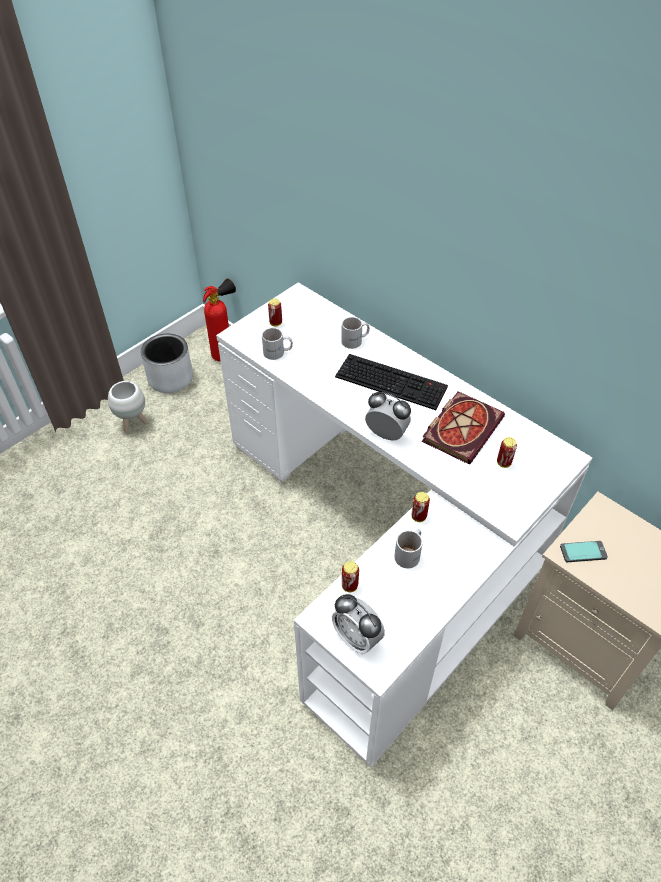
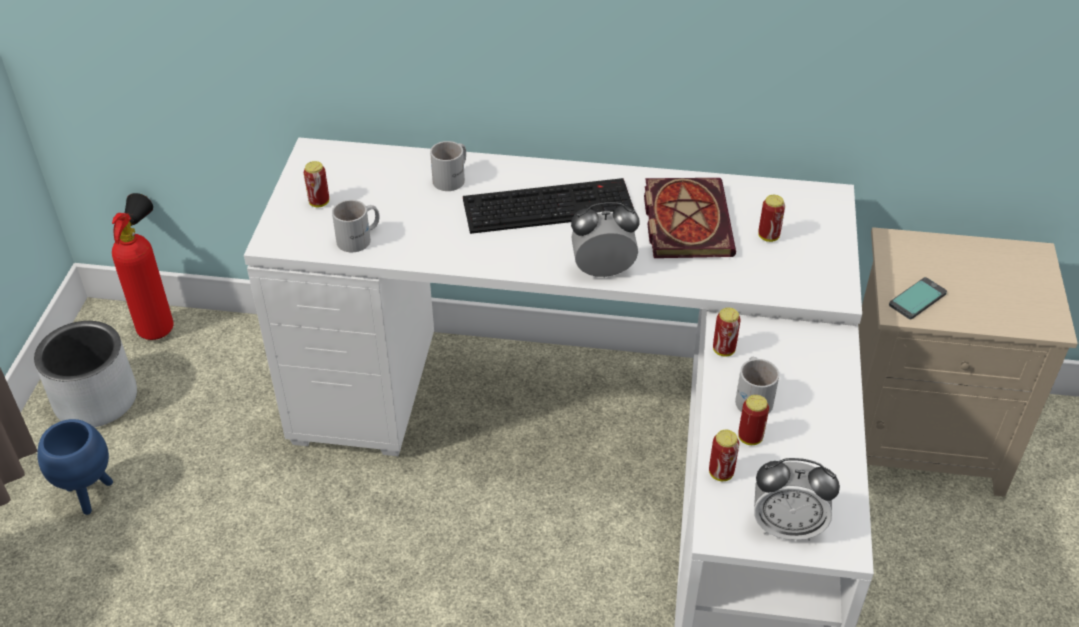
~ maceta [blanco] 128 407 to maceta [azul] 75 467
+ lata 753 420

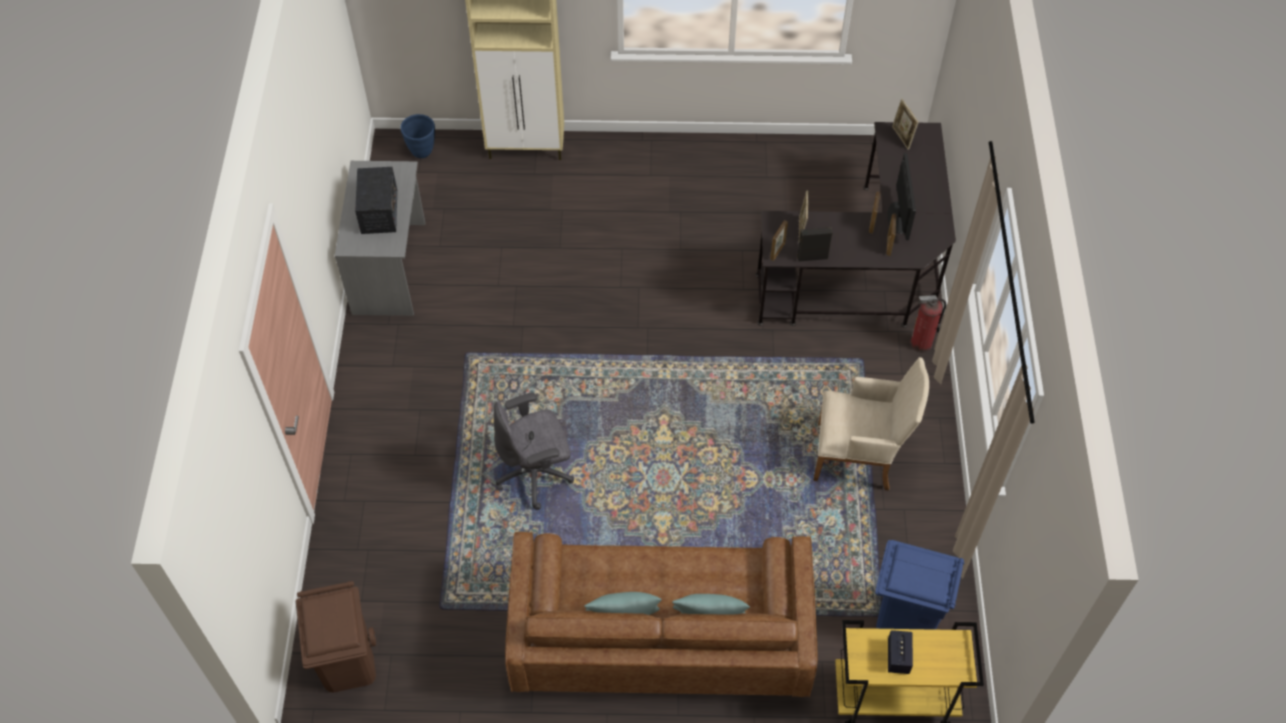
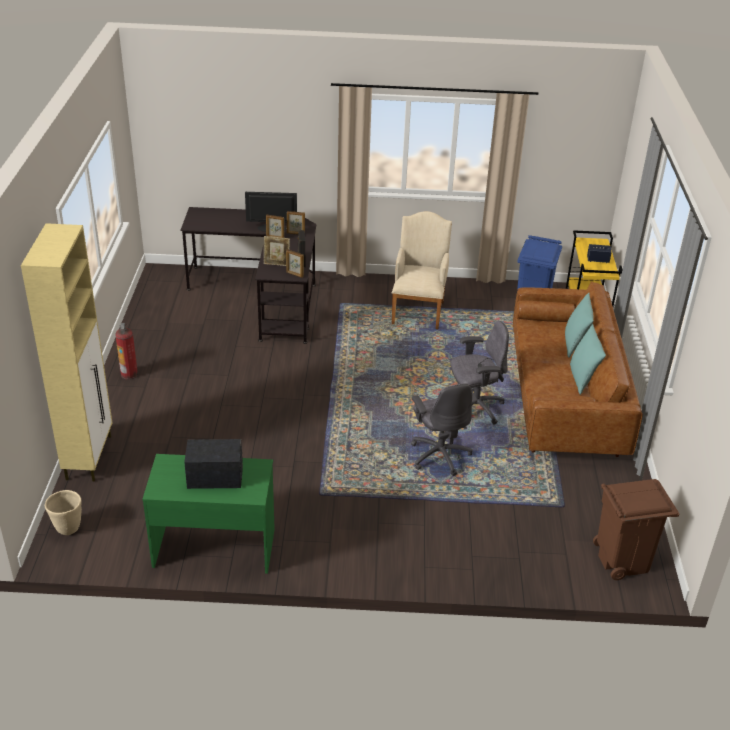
~ escritorio [gris] 380 238 to escritorio [verde] 208 514
~ maceta [azul] 418 136 to maceta [beis] 63 512
- portarretratos 905 124
~ extintor 928 324 to 126 351
+ silla de oficina [gris] 479 373

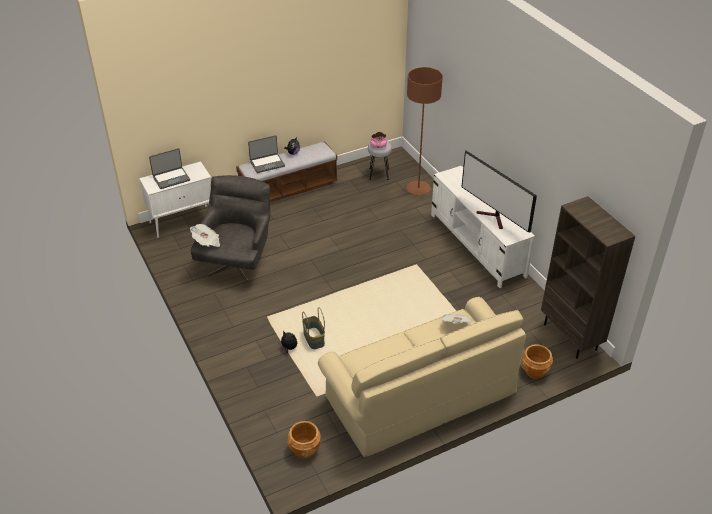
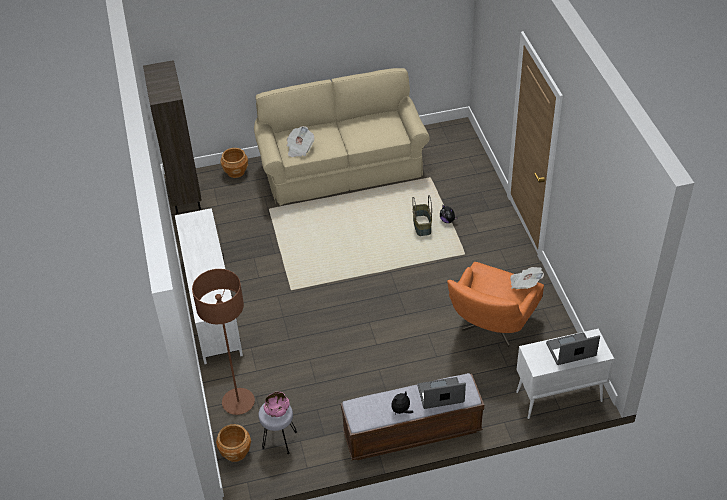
~ sillón [gris] 230 228 to sillón [naranja] 495 304
~ maceta [marrón] 304 440 to 233 443
- televisor 499 192

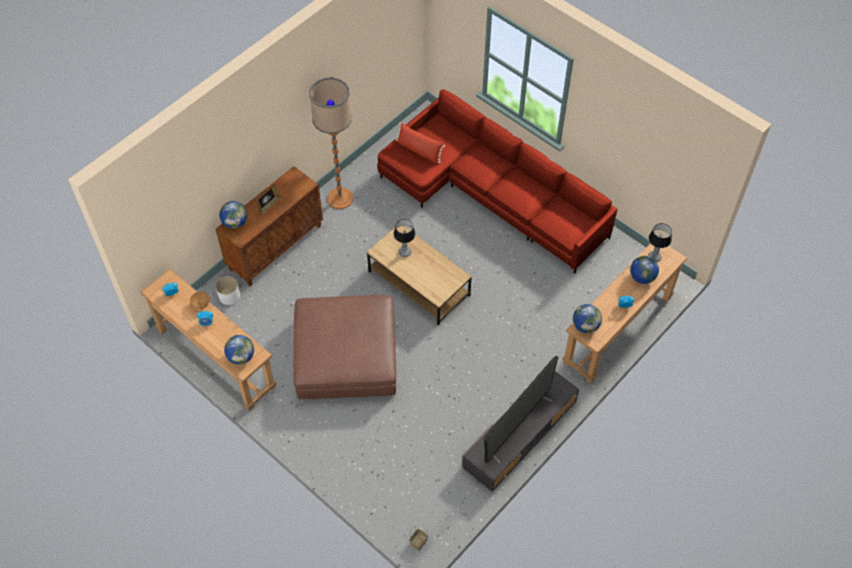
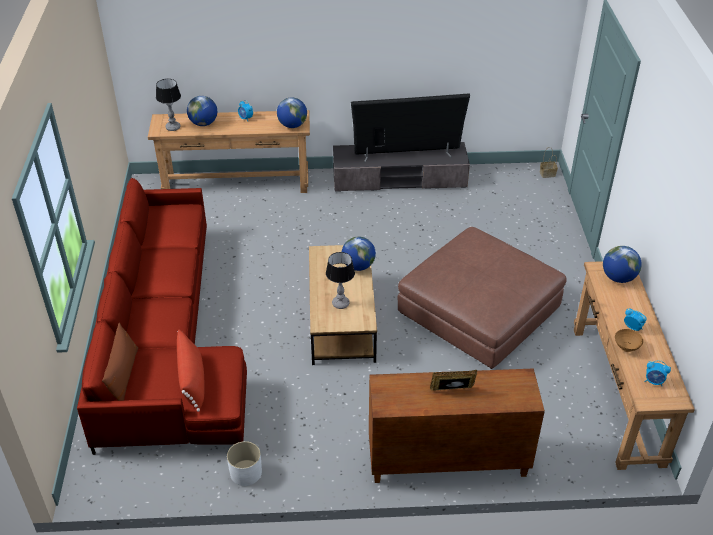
~ maceta [blanco] 227 290 to 244 463
~ globo terráqueo 233 215 to 359 254
- lámpara de pie 331 143
+ cojín [marrón] 120 362

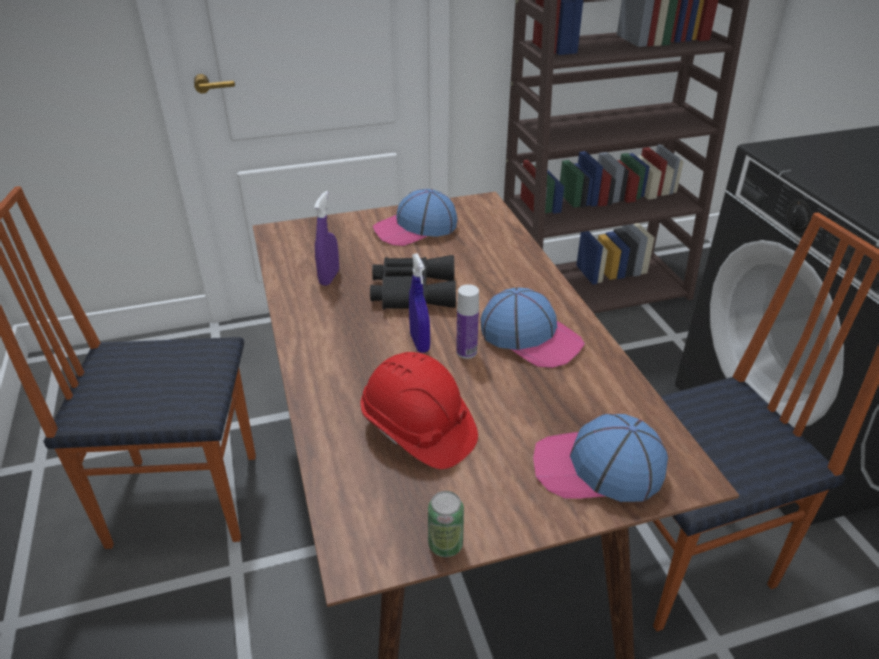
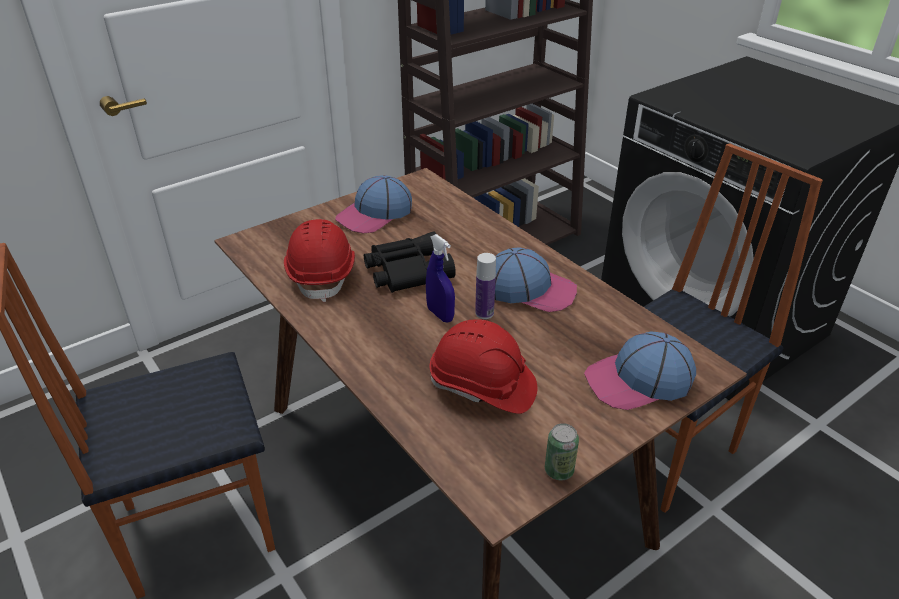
~ pulverizador [morado] 326 238 to casco [rojo] 319 260

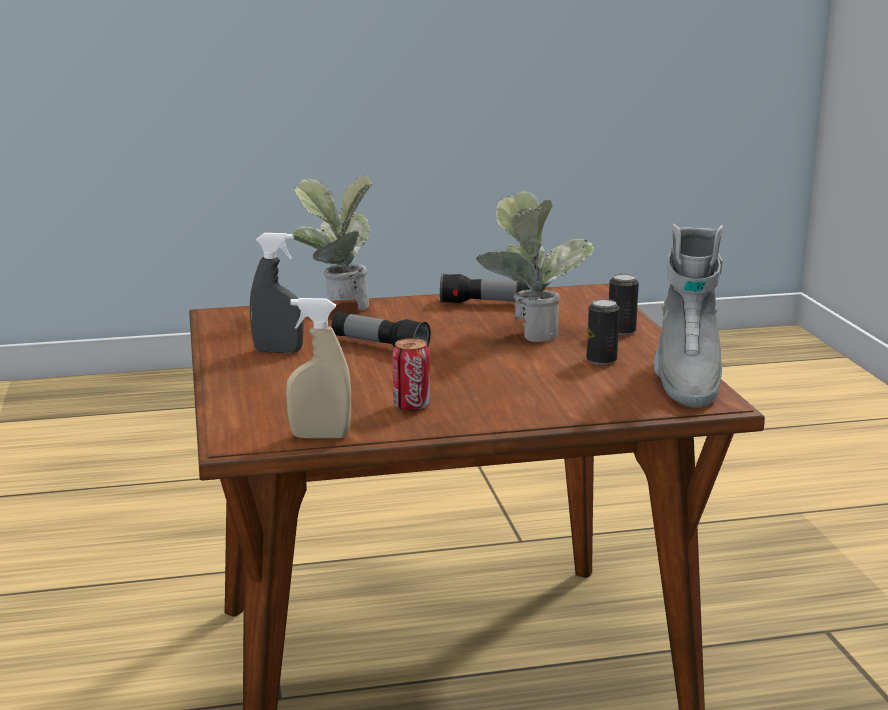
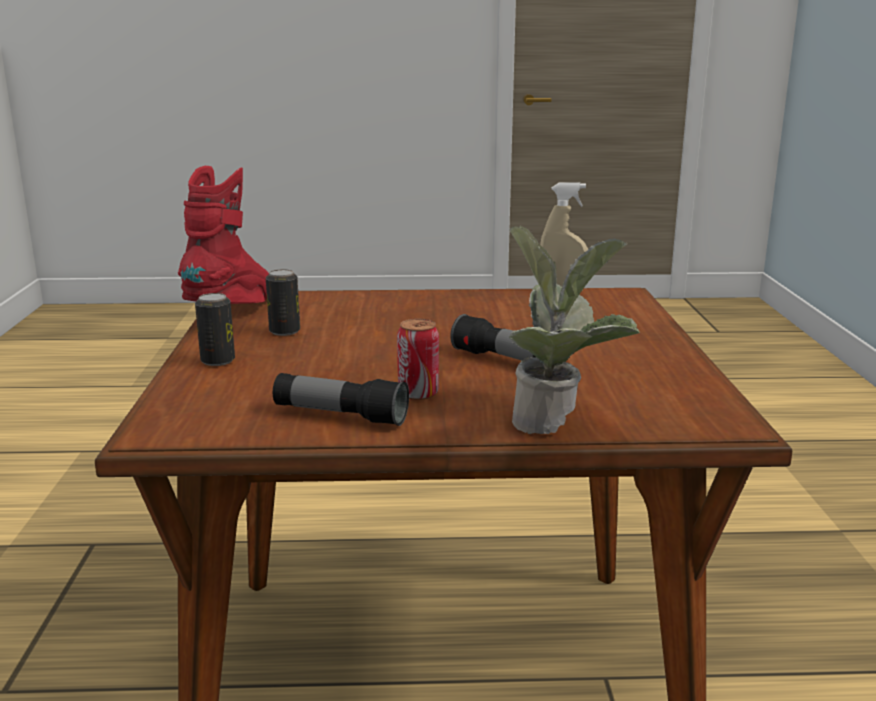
- pulverizador [gris] 277 293
~ lata 411 375 to 418 359
- planta en maceta 535 266
~ bota [gris] 688 316 to bota [rojo] 223 235

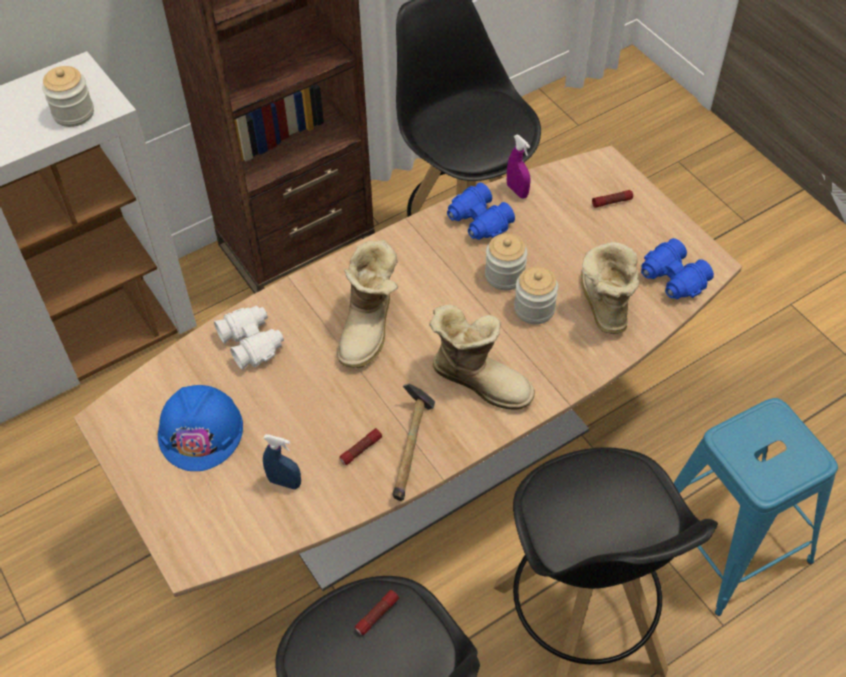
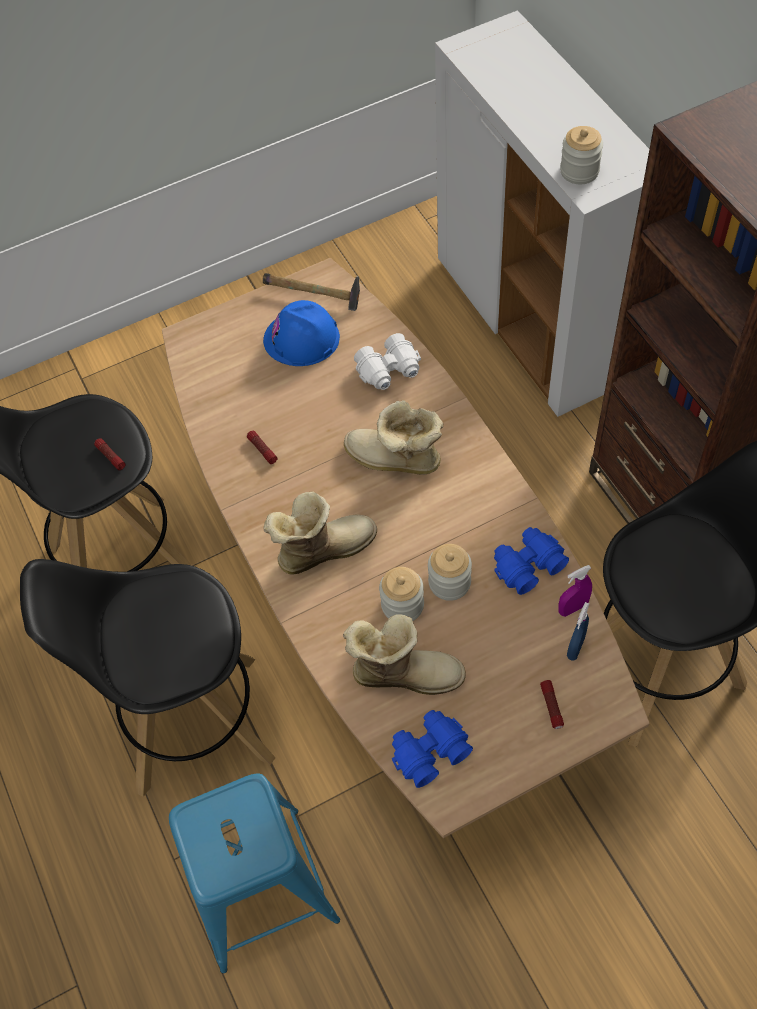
~ pulverizador [azul] 282 461 to 578 631
~ martillo 413 442 to 311 292
~ bota 482 356 = 320 533 150 degrees counterclockwise

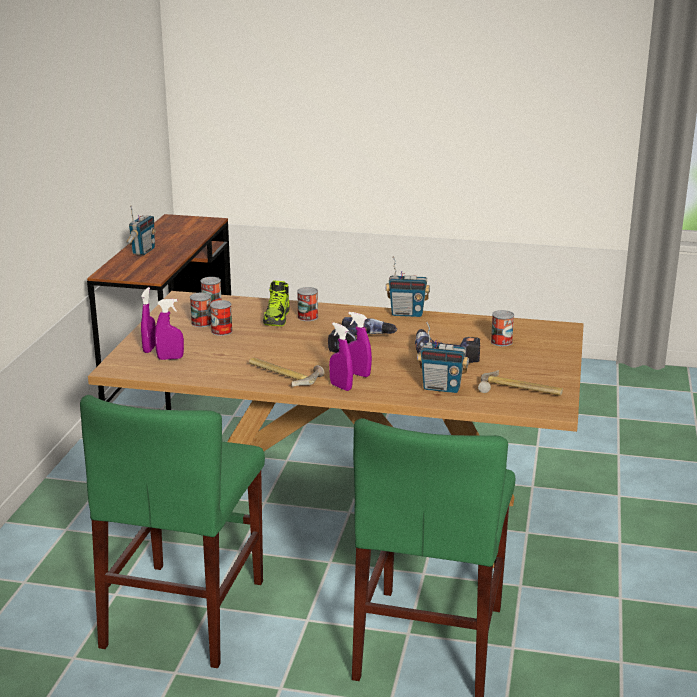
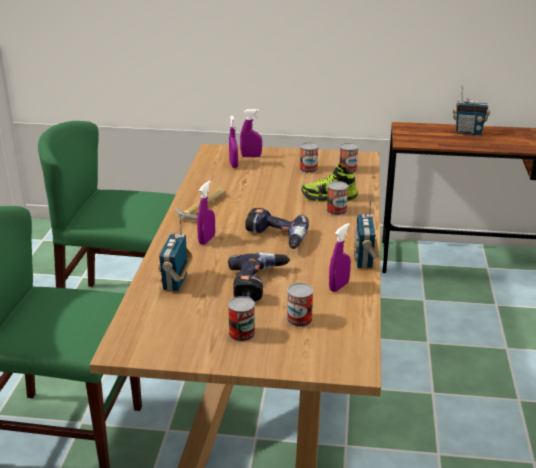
~ lata 221 318 to 241 319
~ pulverizador [morado] 341 356 to 340 257
- martillo 520 382

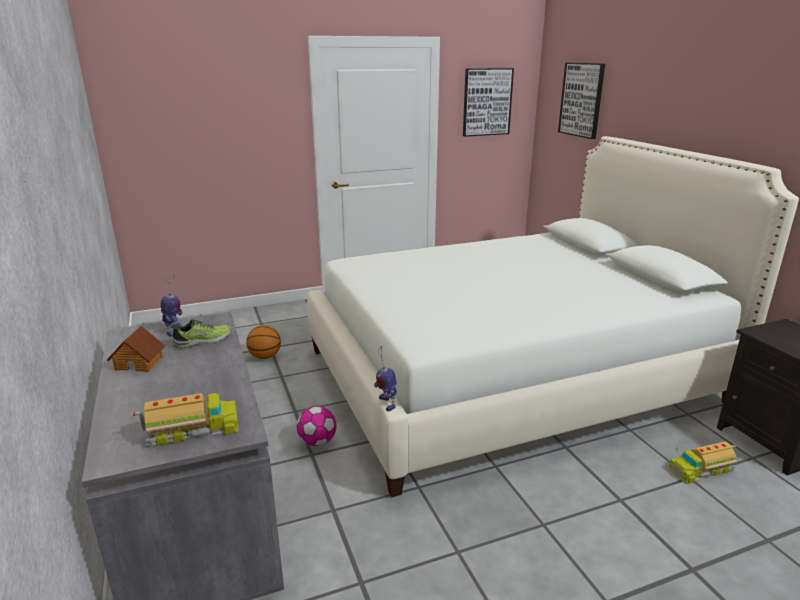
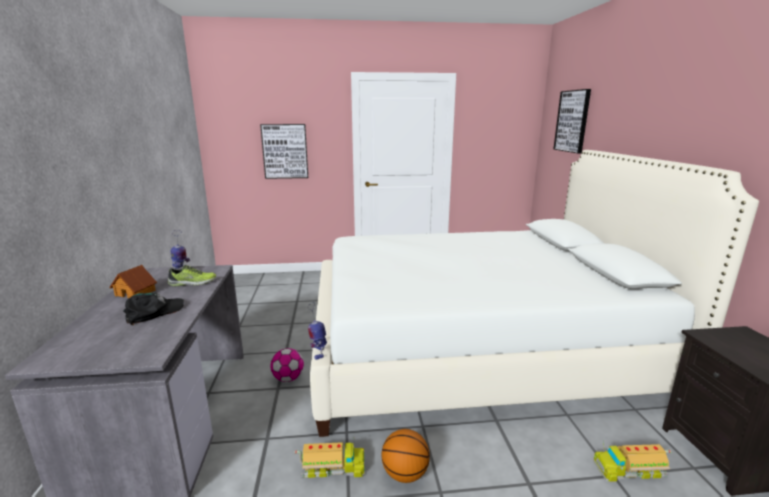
~ camión de juguete 185 418 to 329 458
~ balón de baloncesto 263 342 to 406 456
~ cuadro 488 102 to 284 151
+ gorra [negro] 153 309

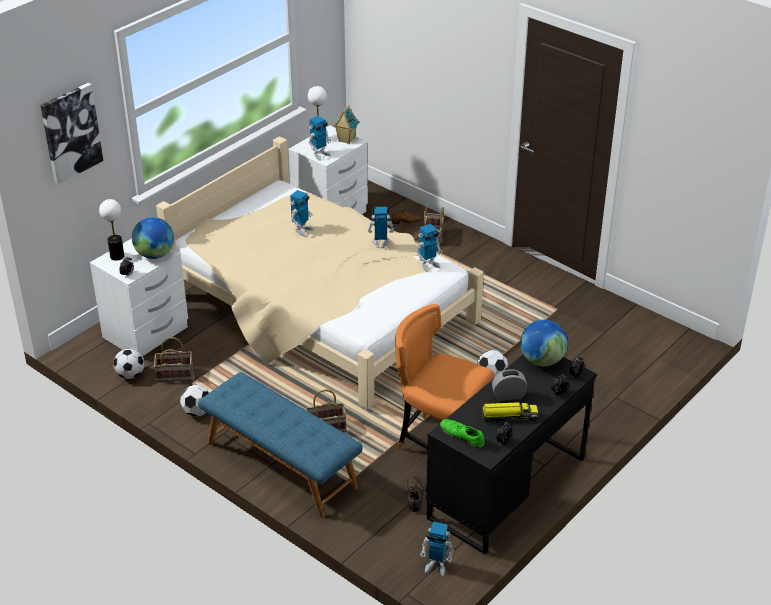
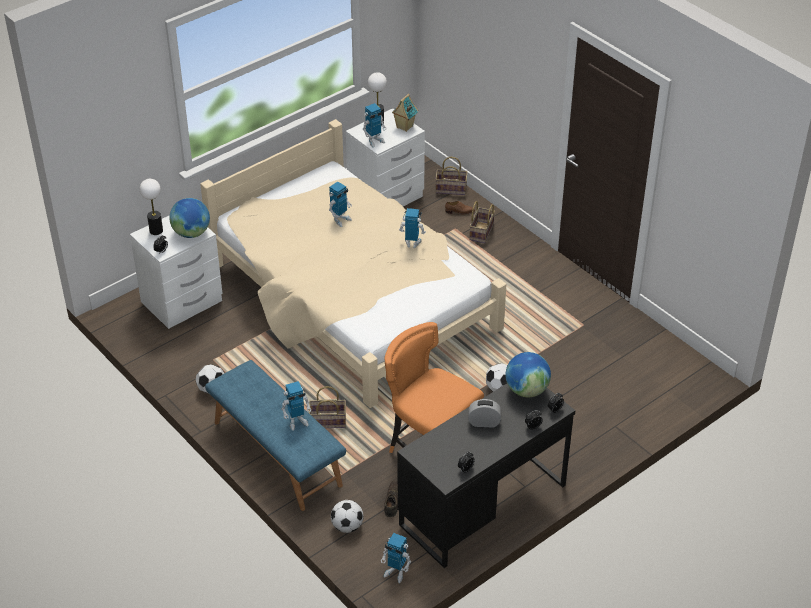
- cuadro 72 133
~ balón de fútbol 129 364 to 347 516
~ cesta 173 359 to 451 176
~ robot de juguete 429 248 to 296 406
- zapato [verde] 462 433
- camión de juguete 509 412

